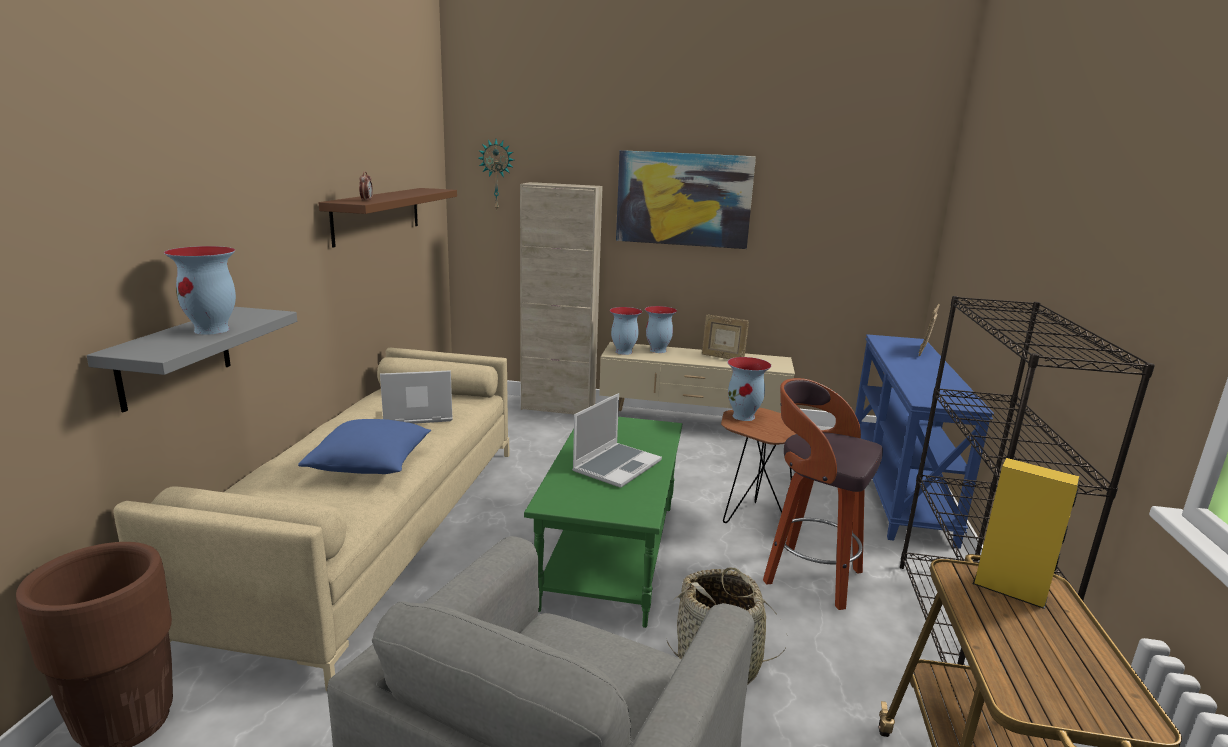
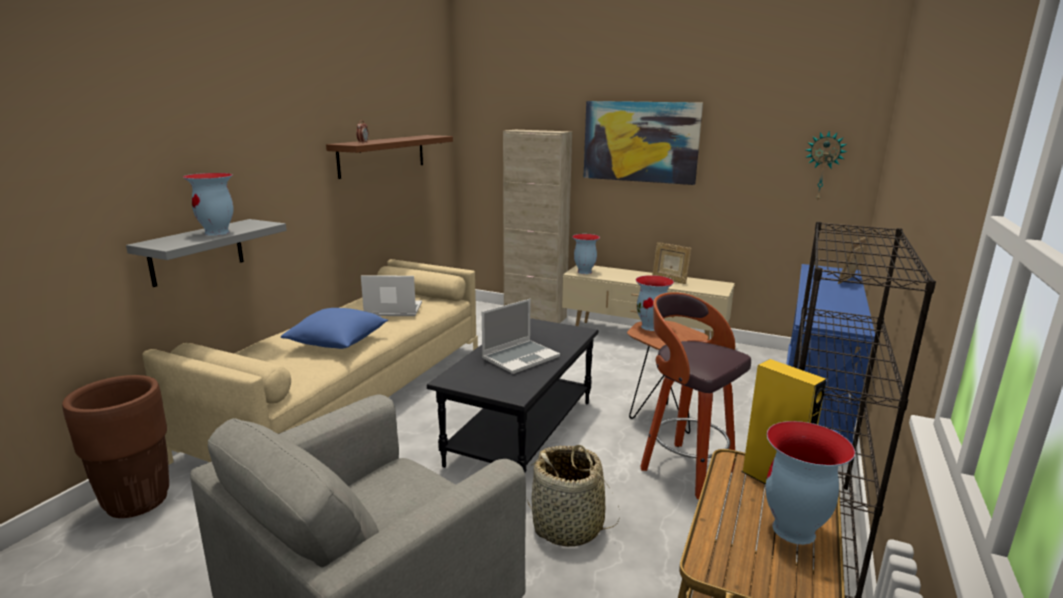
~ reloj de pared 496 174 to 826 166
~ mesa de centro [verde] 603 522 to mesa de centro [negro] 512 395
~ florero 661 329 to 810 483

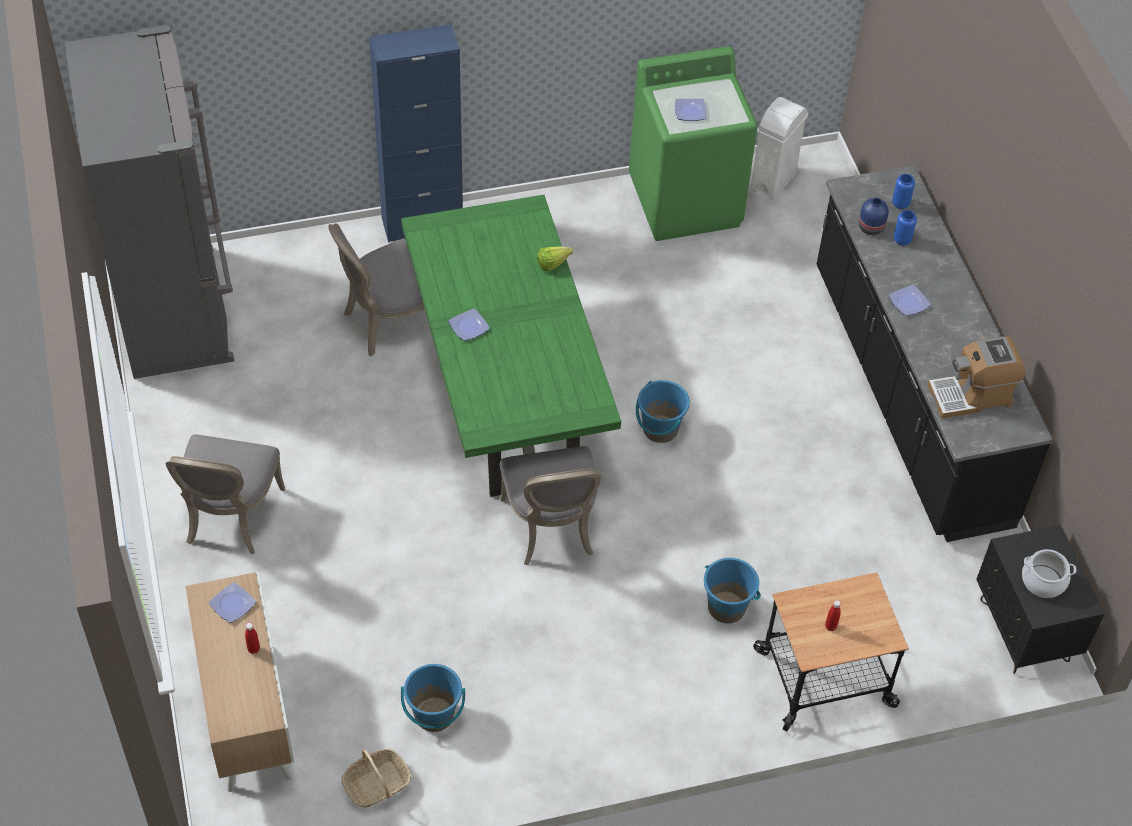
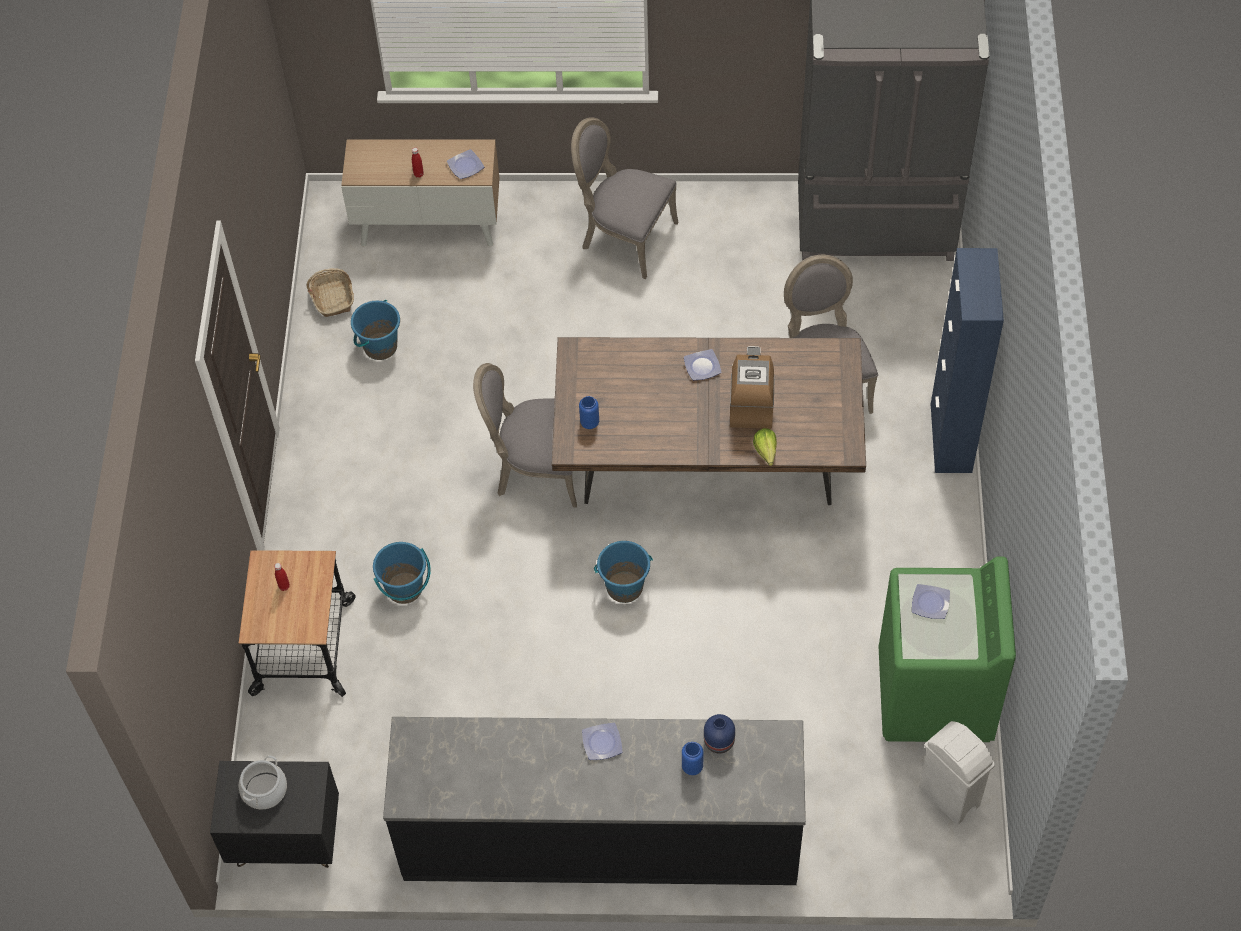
~ mesa de comedor [verde] 511 346 to mesa de comedor [marrón] 709 421
~ florero [azul] 903 191 to 589 412
~ cafetera 976 377 to 752 387

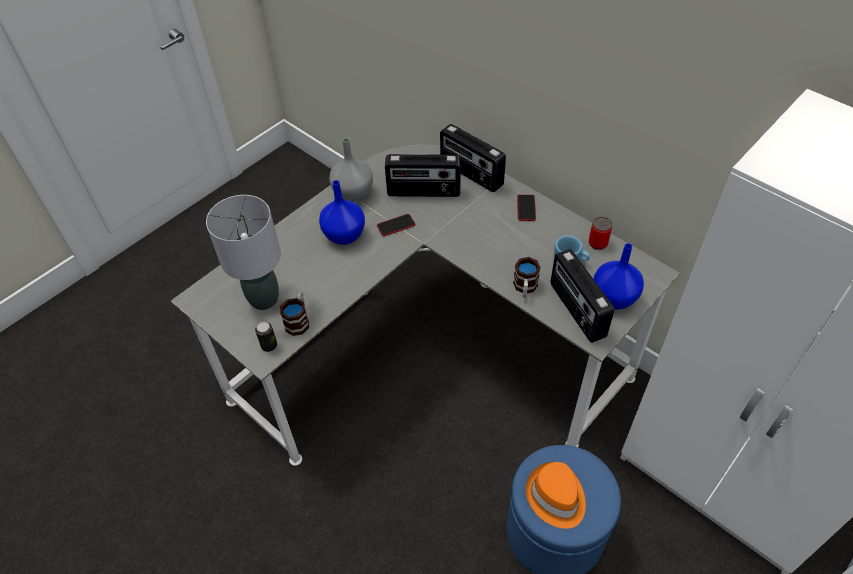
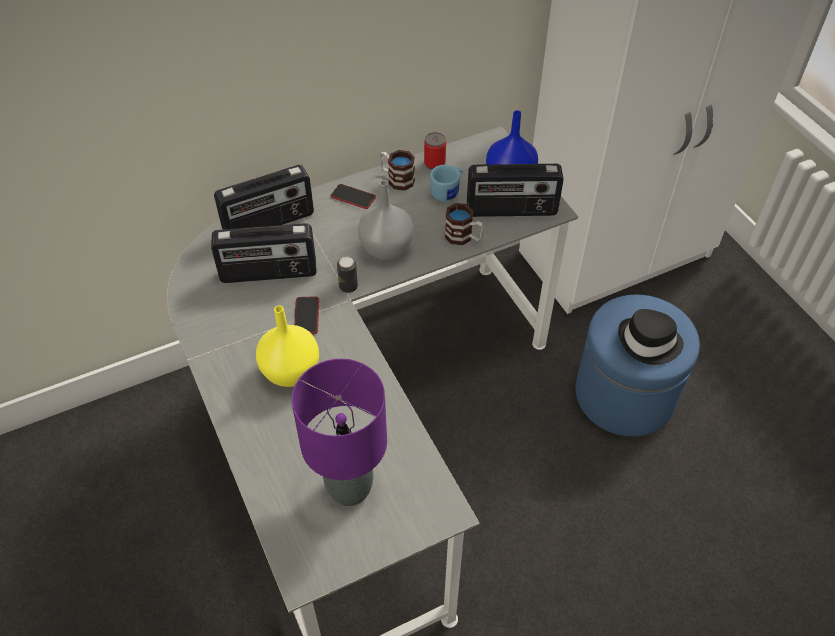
~ lámpara de mesa [gris] 243 252 to lámpara de mesa [morado] 339 432
~ lata 266 337 to 347 274
~ taza grande 294 314 to 397 170
~ florero [azul] 342 212 to florero [amarillo] 287 346
~ florero [gris] 351 170 to 386 220
~ radio 423 175 = 264 253 60 degrees clockwise
~ sombrero [naranja] 556 495 to sombrero [negro] 651 337

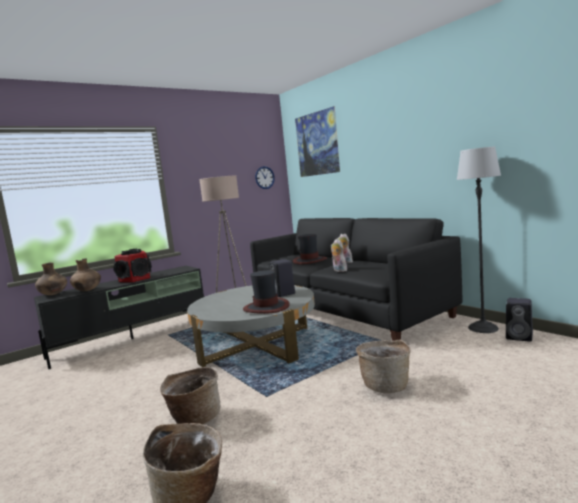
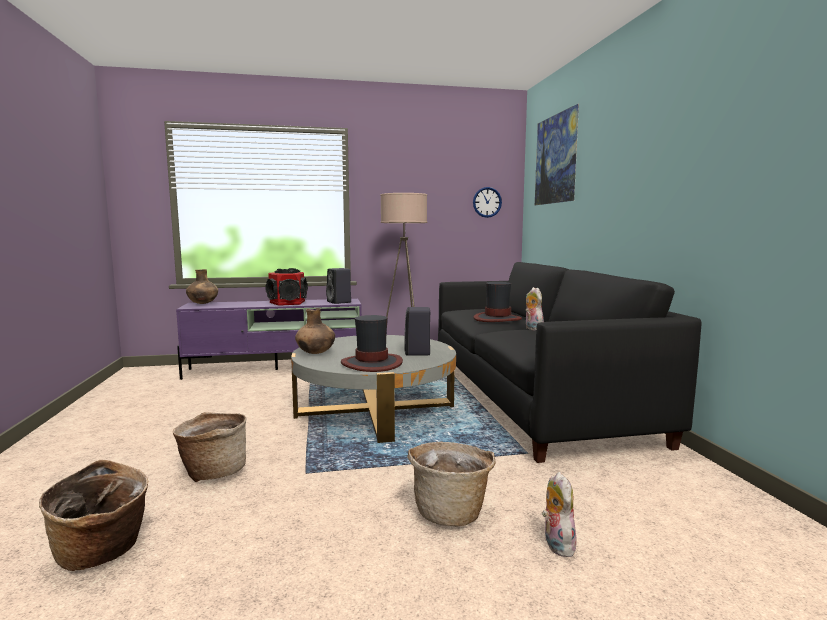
~ mueble de televisión [negro] 119 317 to mueble de televisión [morado] 269 339
~ florero [marrón] 85 274 to 315 331
~ peluche 339 255 to 559 514
- lámpara de pie 479 240
~ altavoz [negro] 519 320 to 338 286

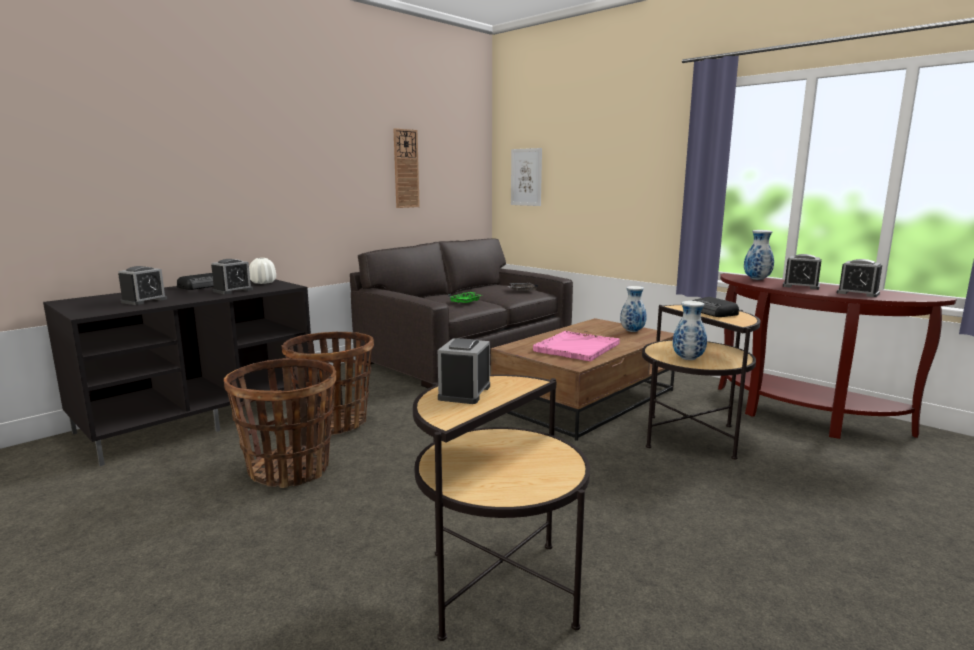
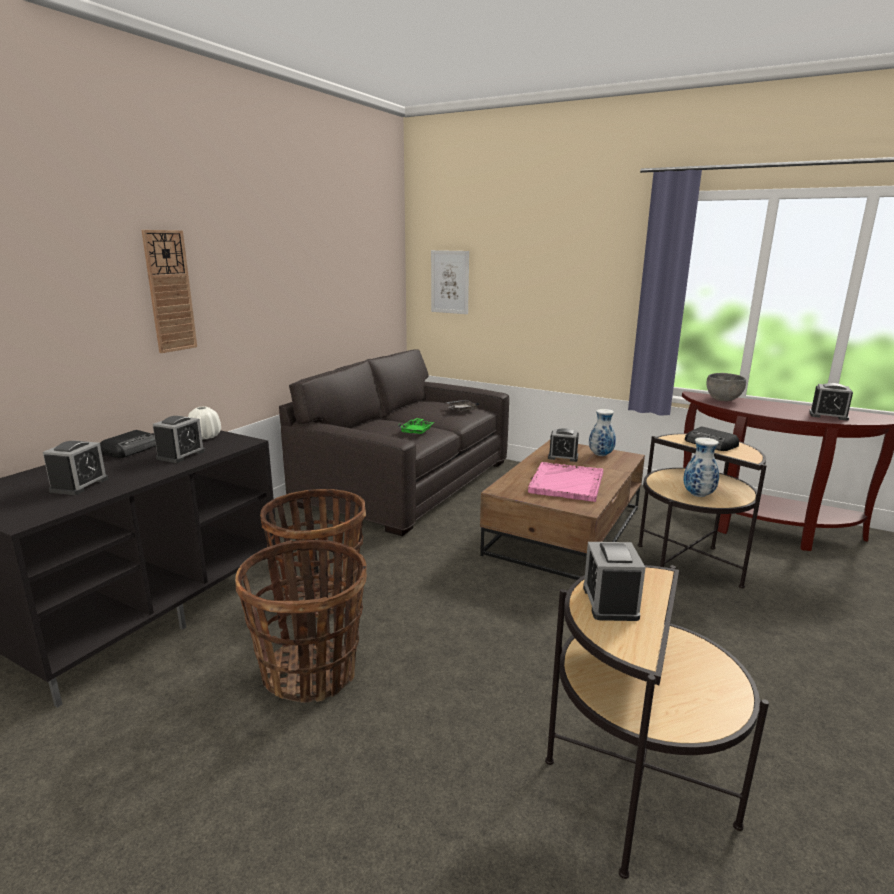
~ reloj de pared 406 168 to 169 291
~ florero 759 255 to cuenco [gris] 726 387
~ despertador 802 272 to 563 445

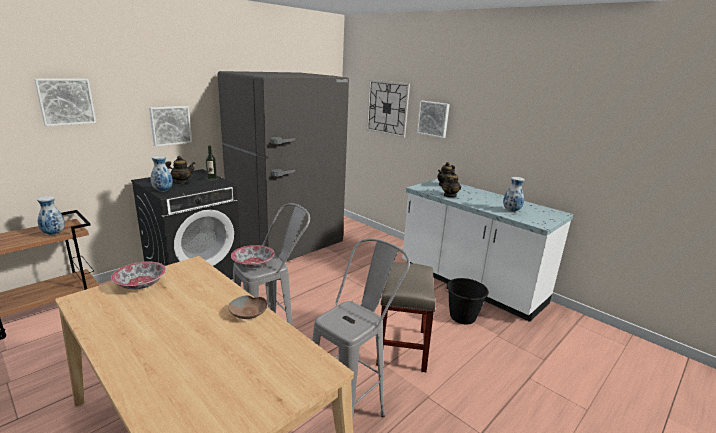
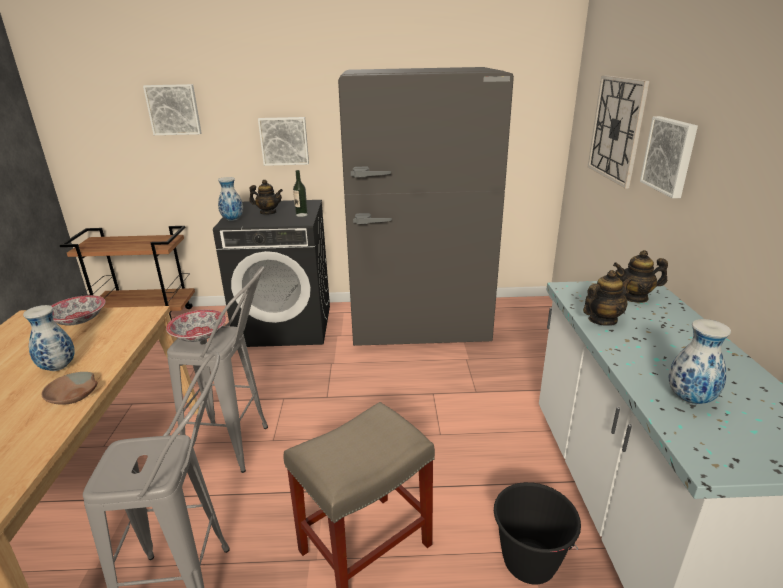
~ florero 51 215 to 49 338

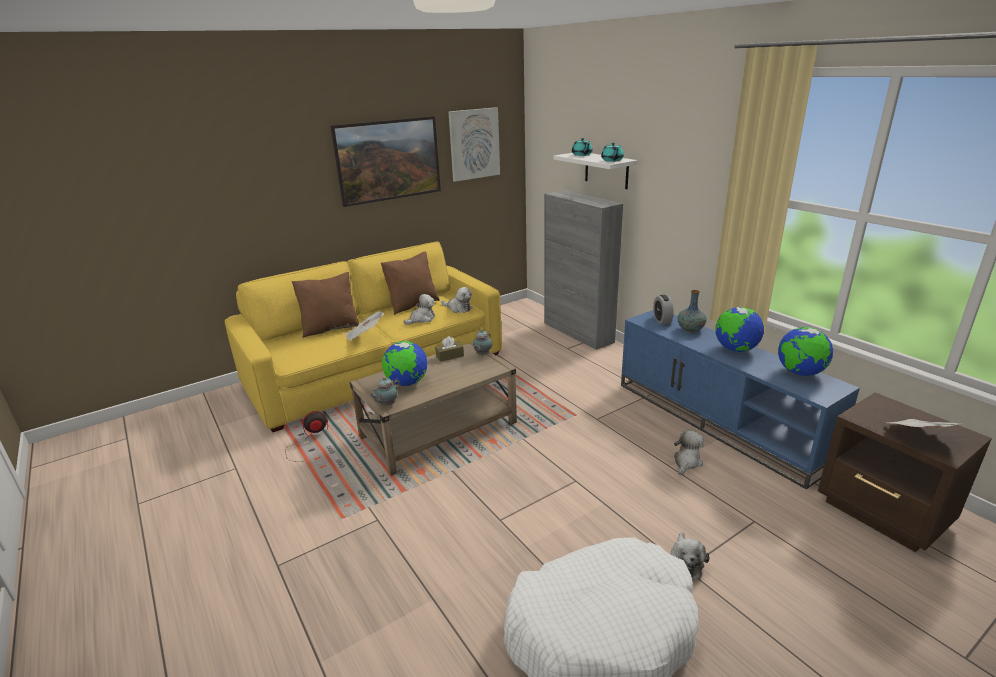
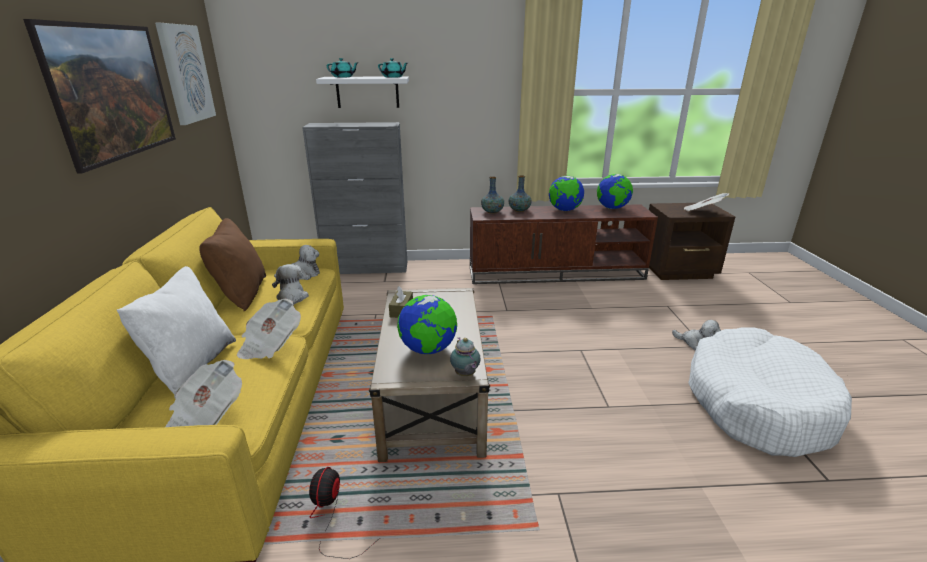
~ cojín [marrón] 325 305 to cojín [blanco] 176 331
- tetera 482 343
~ mueble de televisión [azul] 740 399 to mueble de televisión [marrón] 564 244
~ despertador 663 309 to florero 492 195
- peluche 689 452
+ periódico 203 393

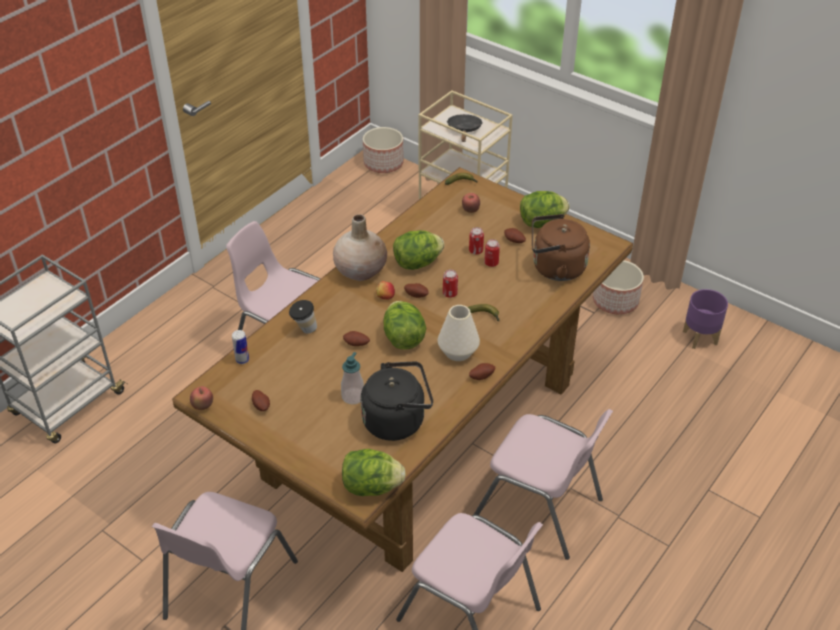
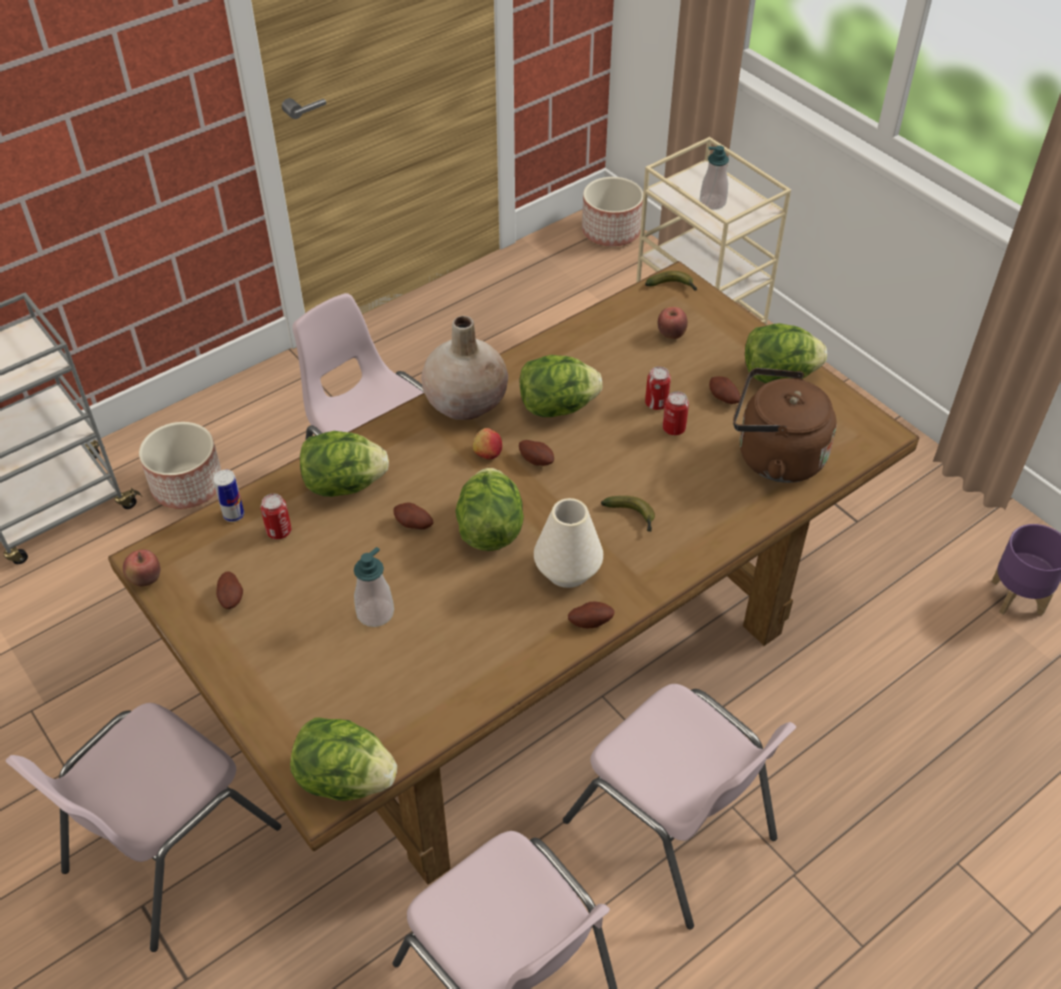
~ taza 303 317 to lechuga 344 464
- hervidor [negro] 397 401
~ lata 450 283 to 276 516
~ sartén [negro] 465 128 to dispensador de jabón 714 178
~ maceta 618 287 to 180 465

